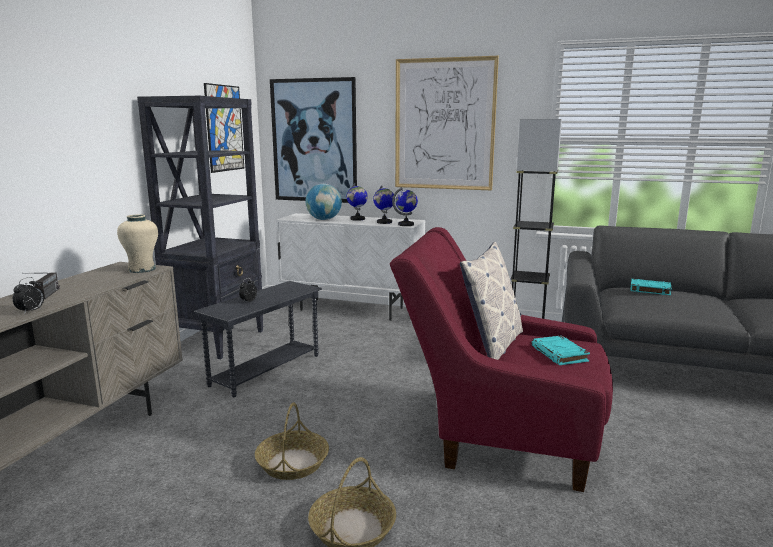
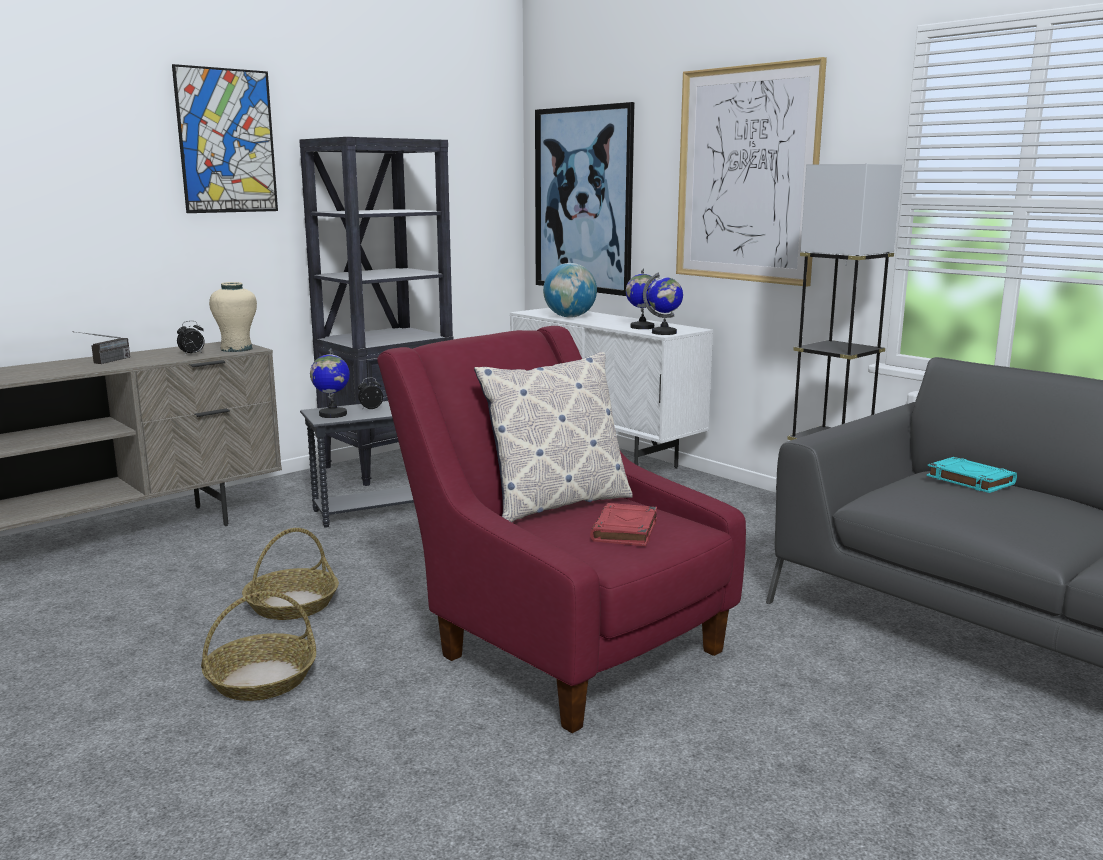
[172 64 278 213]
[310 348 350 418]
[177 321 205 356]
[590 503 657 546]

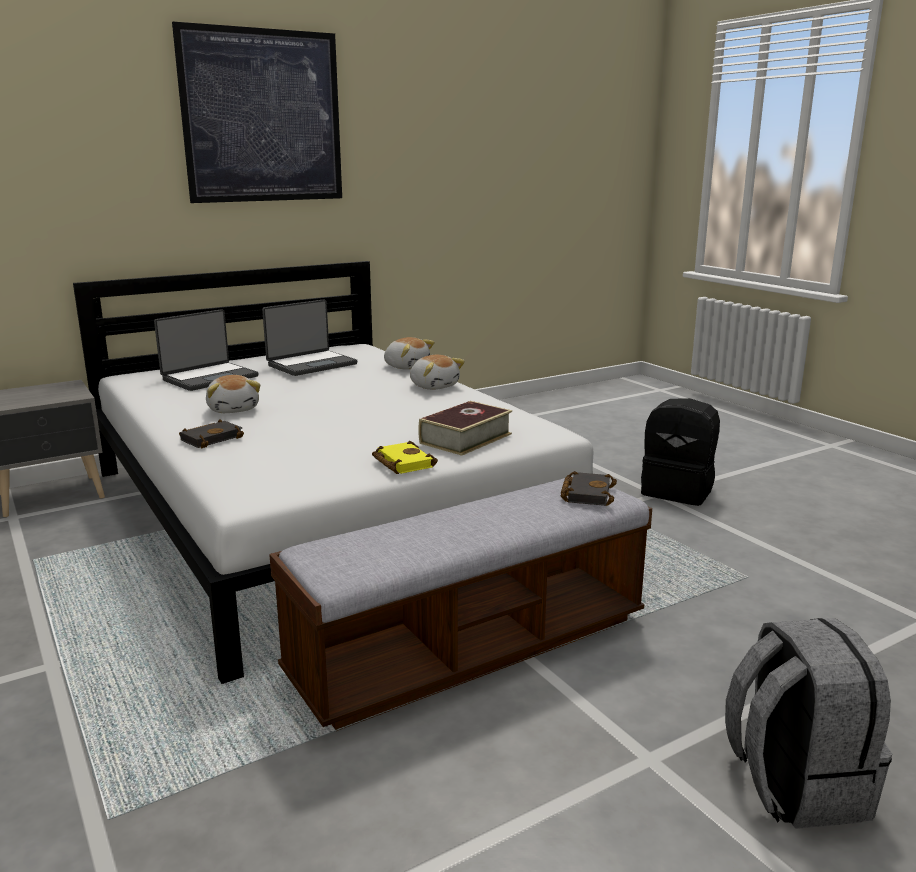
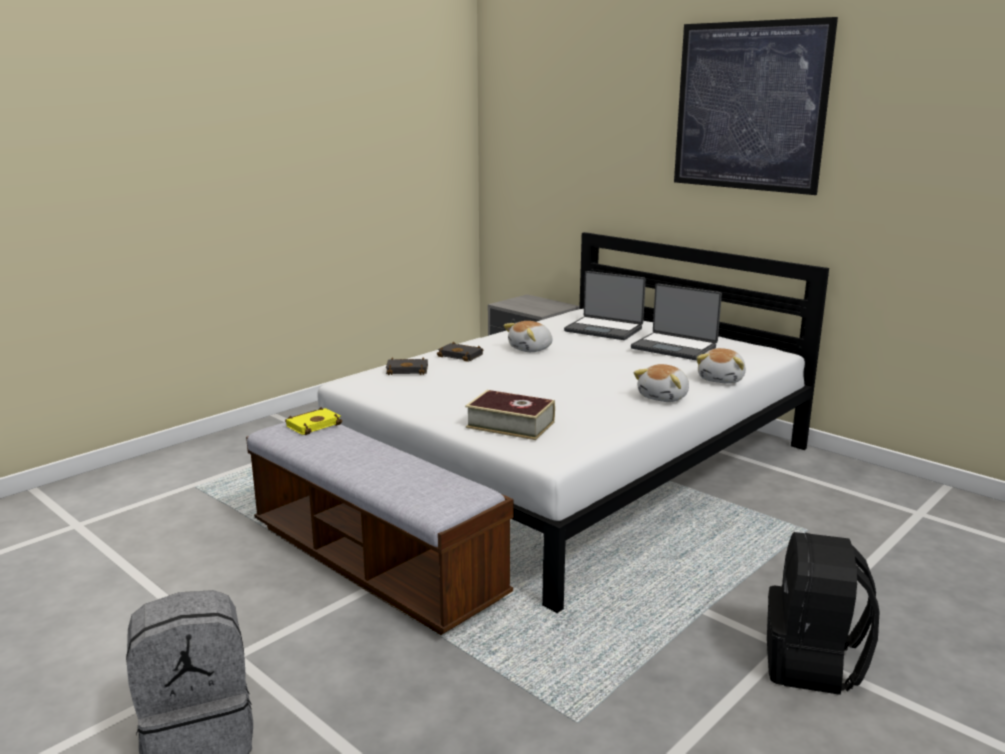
[285 407 342 435]
[386 357 428 375]

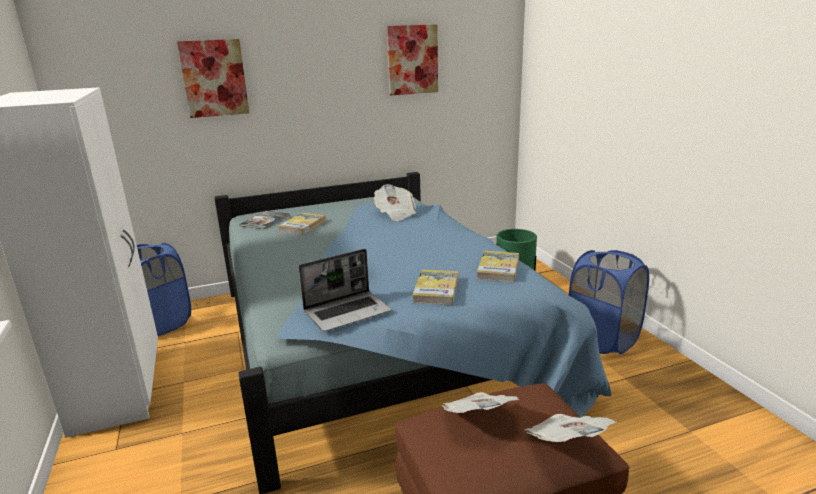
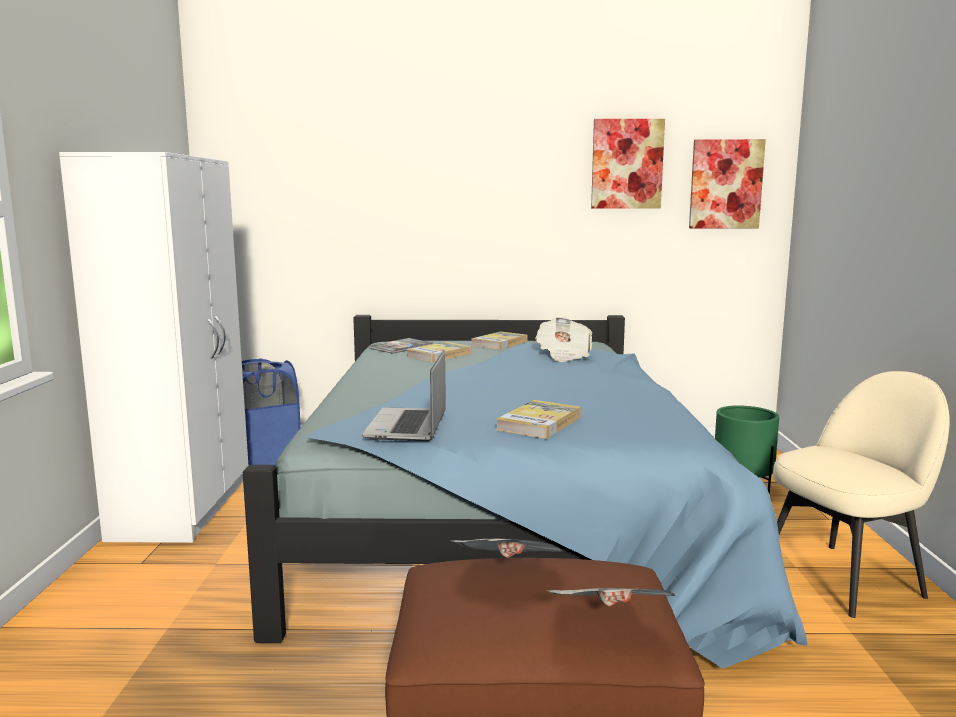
[689 139 766 228]
[362 350 446 441]
[773 371 949 618]
[471 331 528 350]

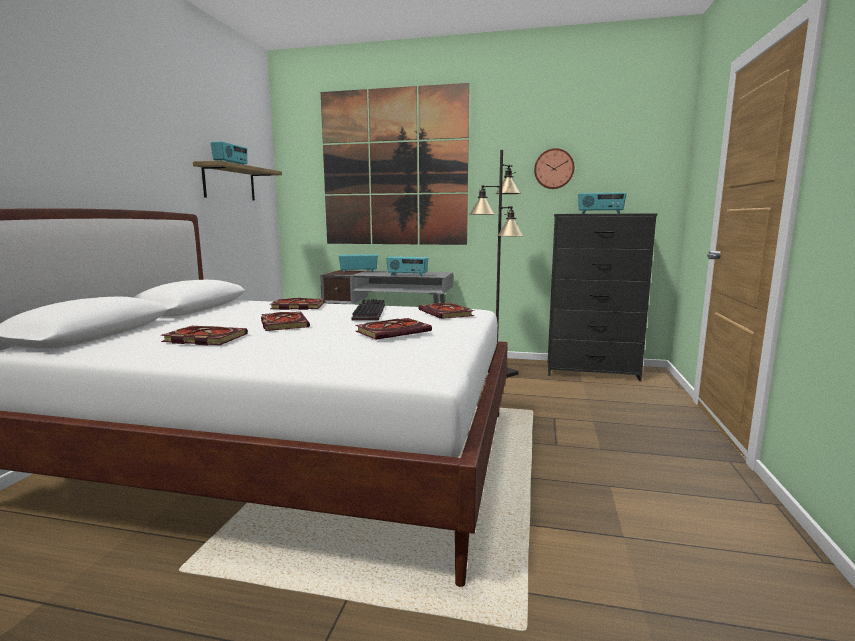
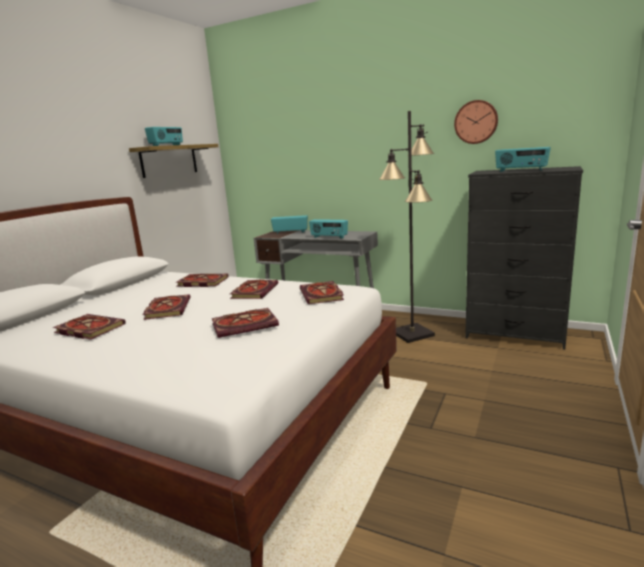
[321 83 469 245] (first image)
[230 279 278 299]

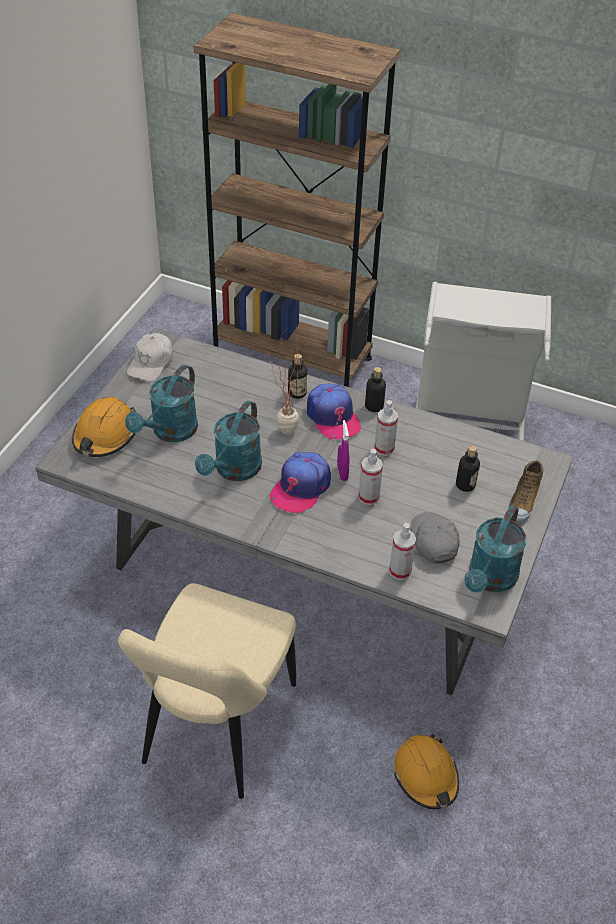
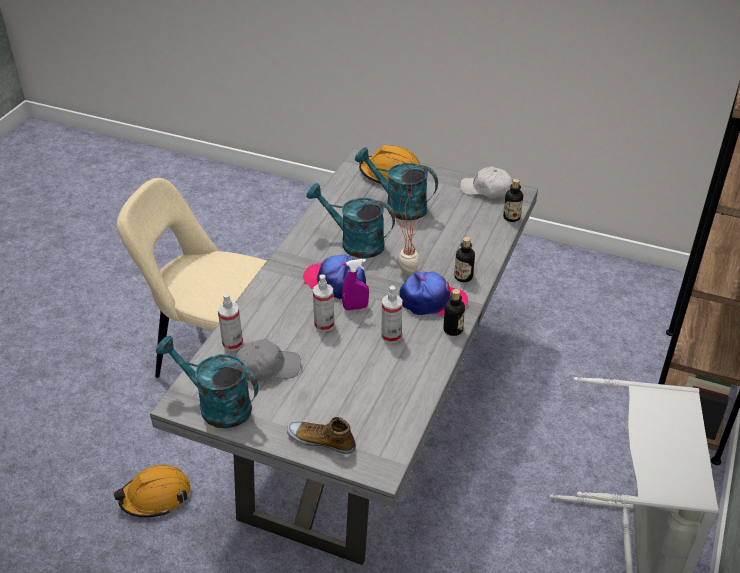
[399 272 468 316]
[503 179 523 222]

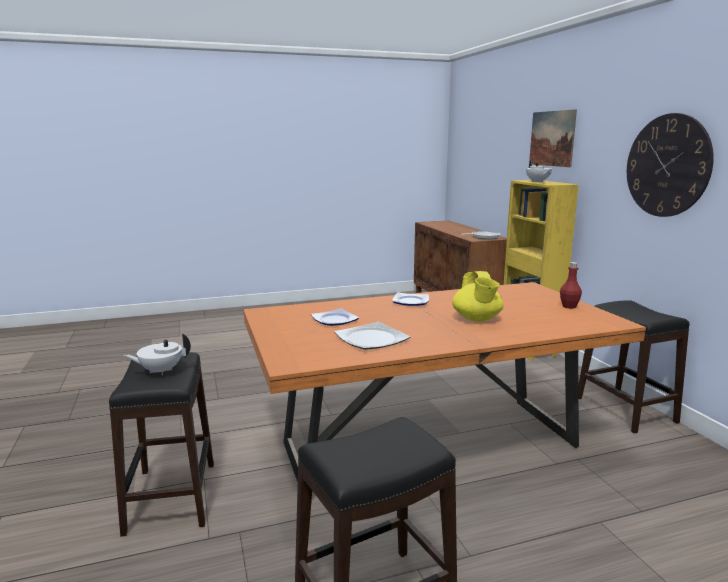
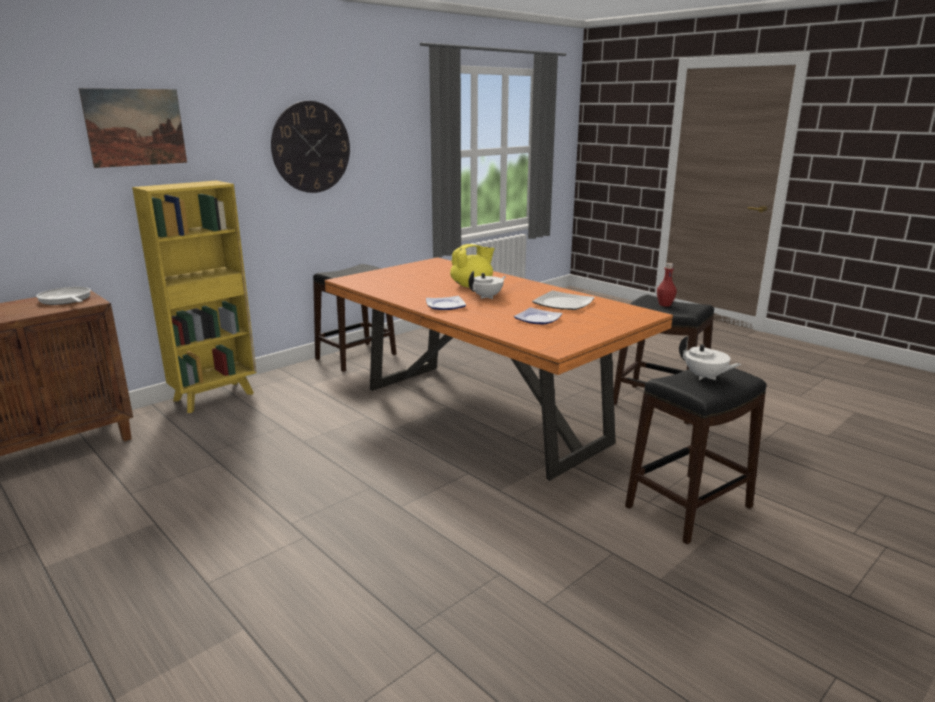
[469 271 506 299]
[657 263 677 307]

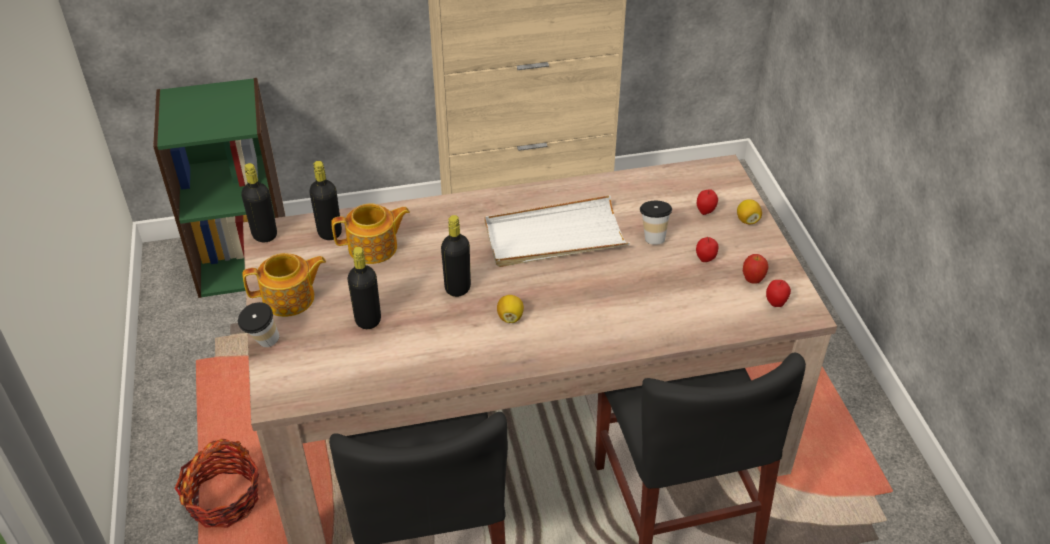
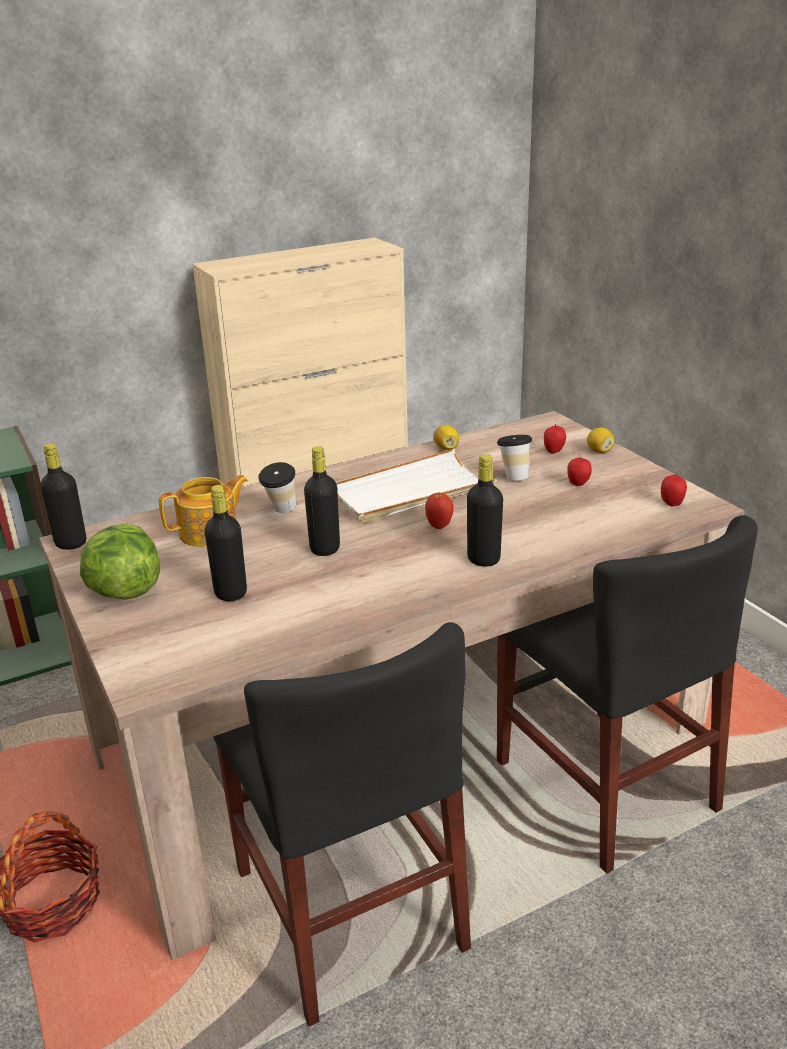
[467 454 503 567]
[80 524 160 600]
[425 493 454 529]
[433 425 459 450]
[258 462 296 513]

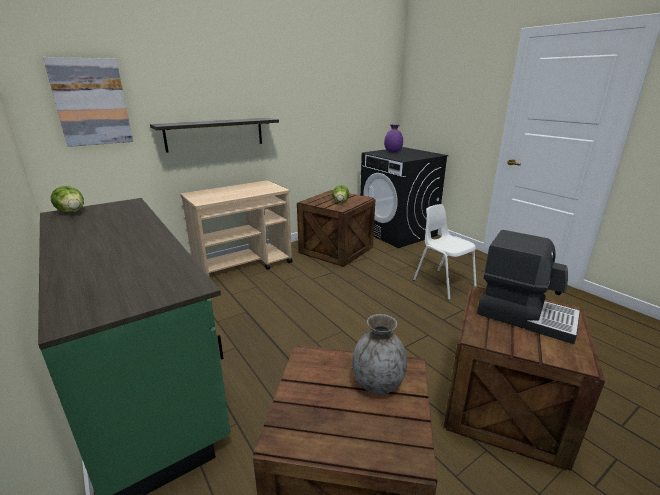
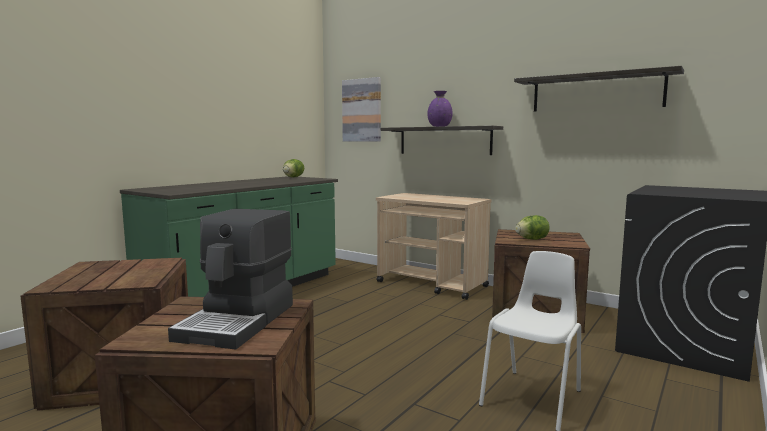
[427 91 453 127]
[352 314 407 394] (first image)
[514 66 684 112]

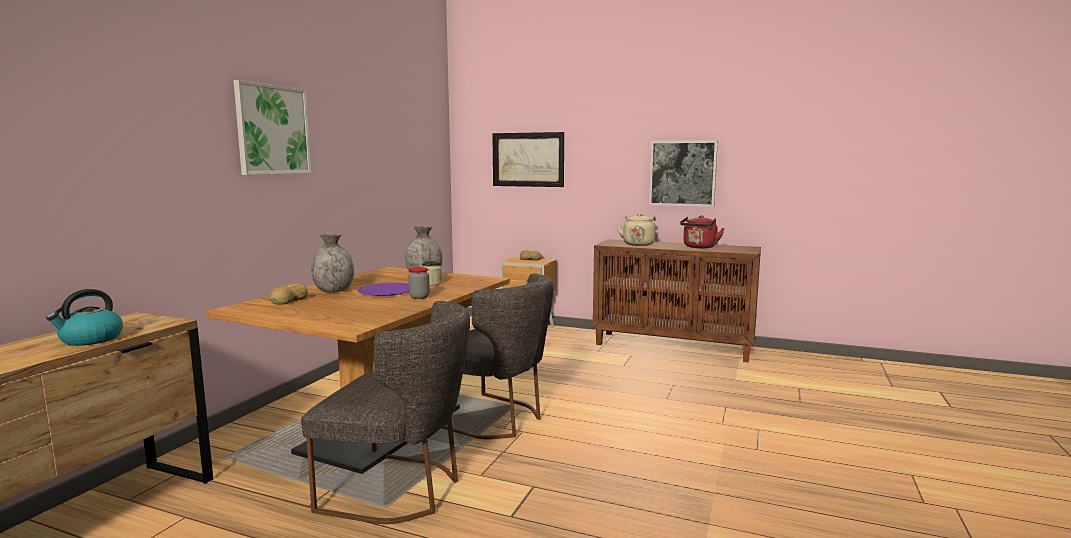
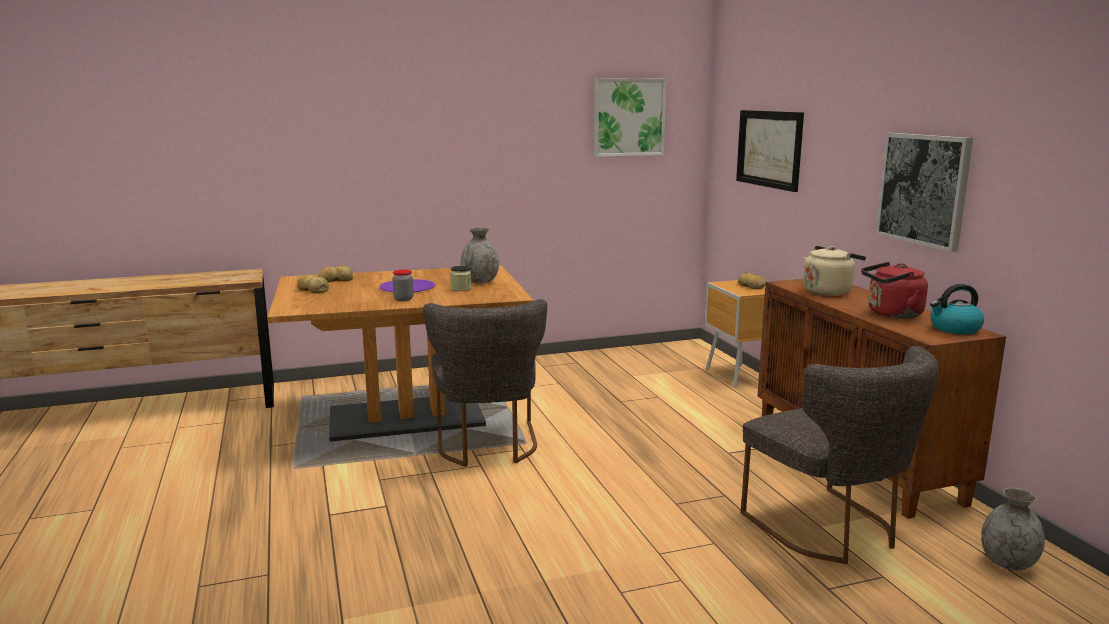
[594 78 667 157]
[981 488 1045 570]
[930 284 984 334]
[741 346 939 564]
[297 275 329 293]

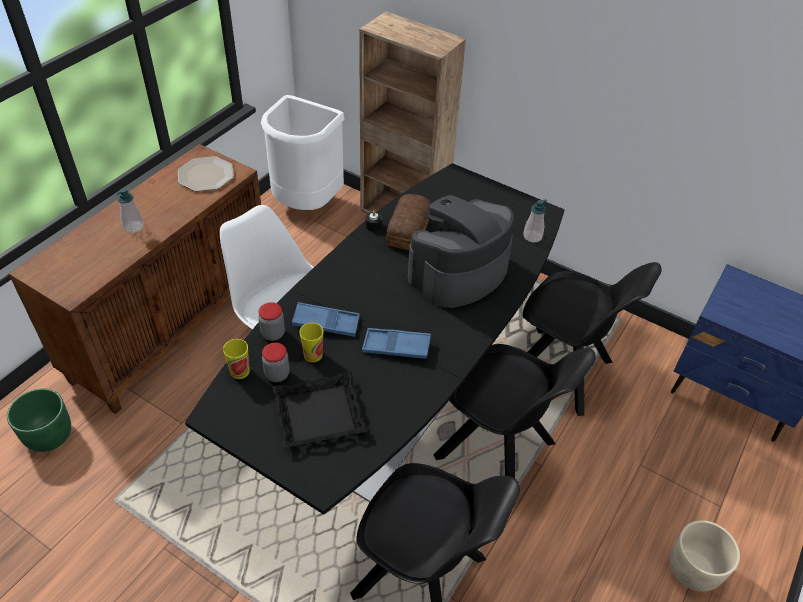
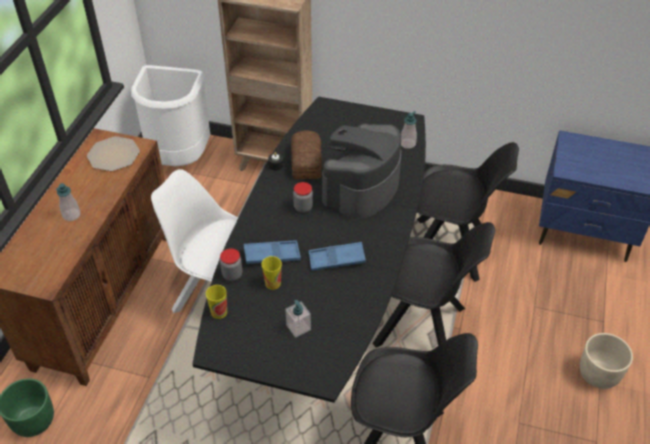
[293 182 313 213]
[285 300 311 338]

